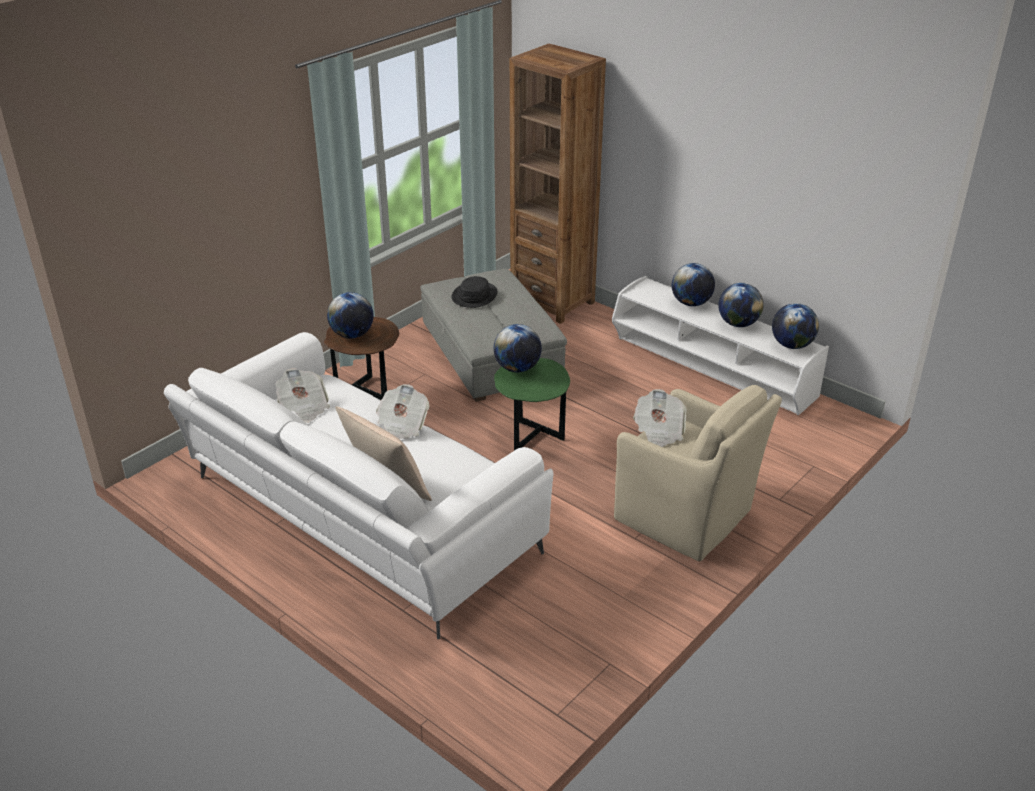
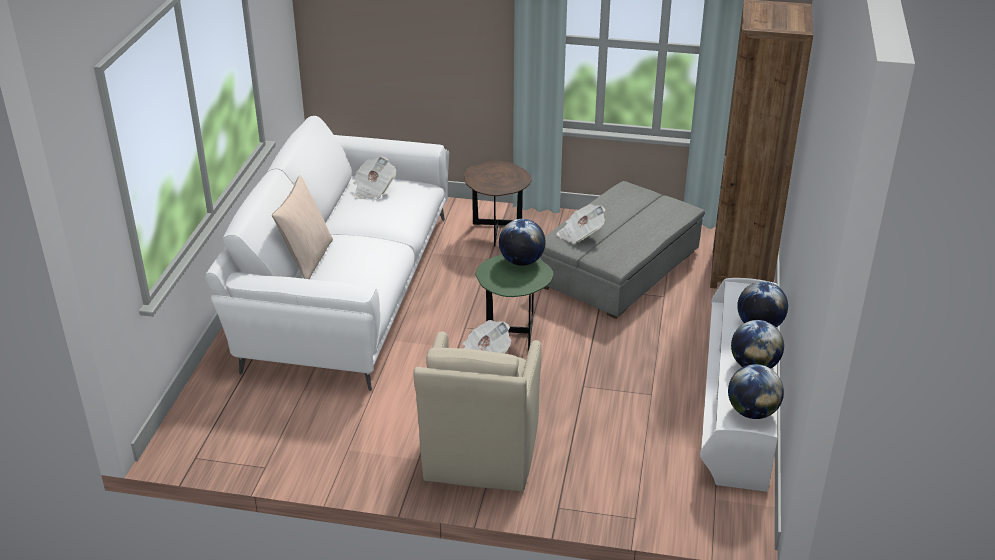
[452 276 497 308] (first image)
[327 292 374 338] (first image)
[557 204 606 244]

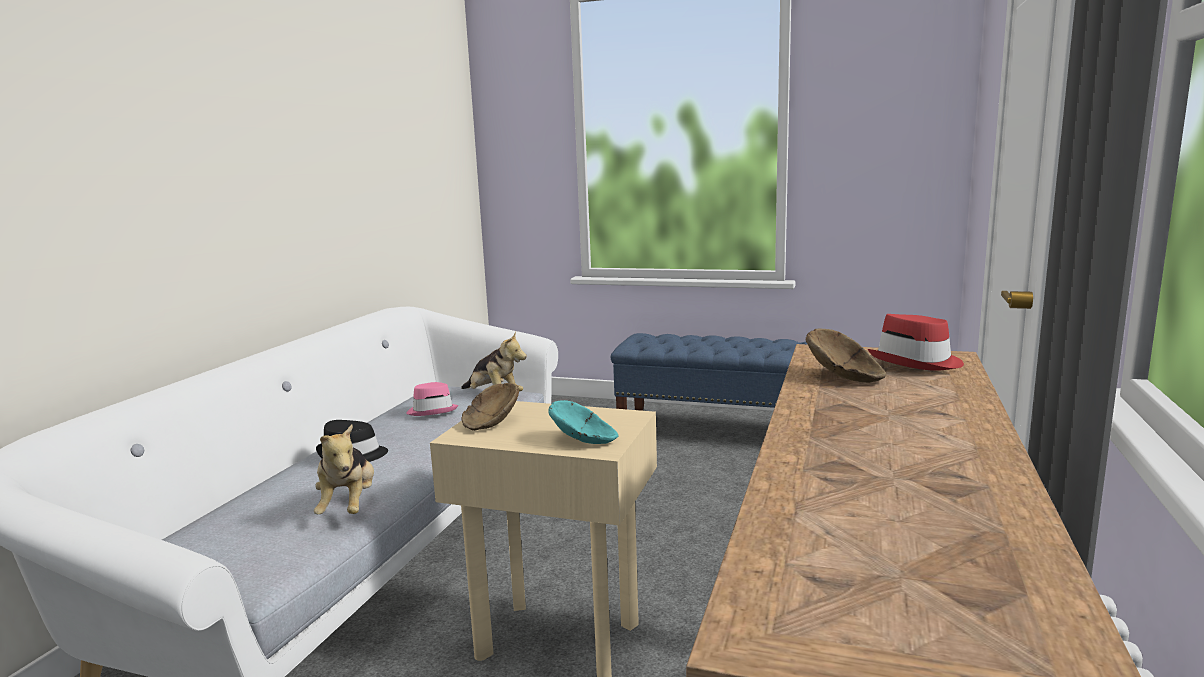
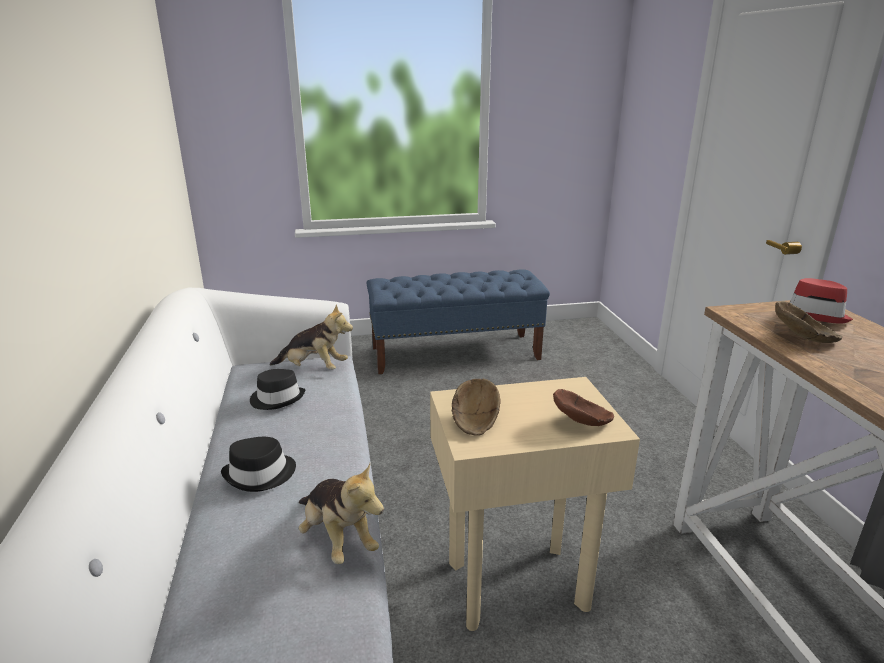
[250 369 305 410]
[553 389 614 426]

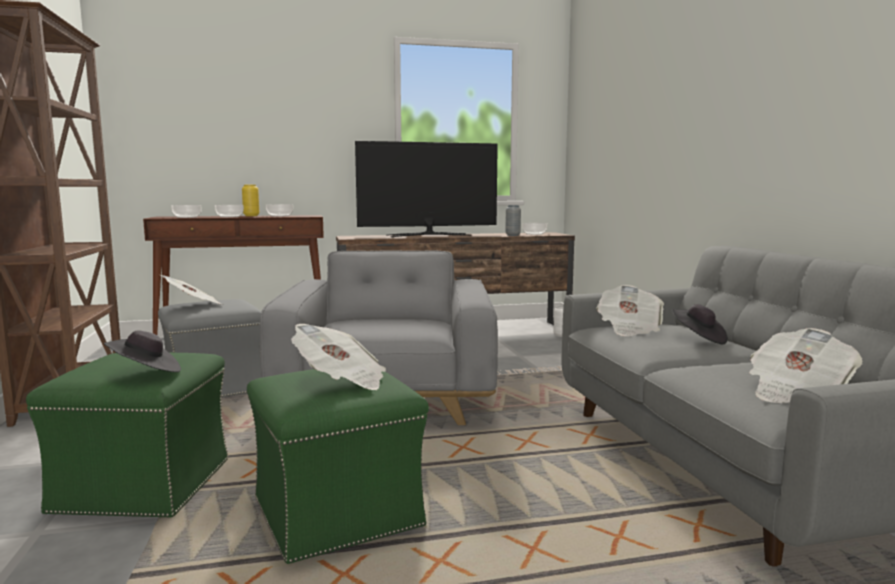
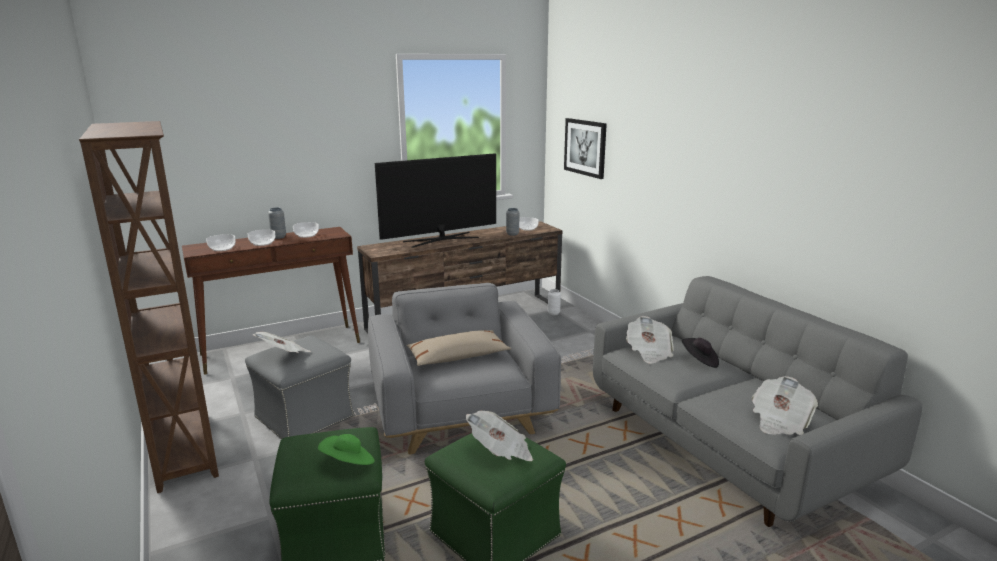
[268 208 286 239]
[318 434 375 465]
[564 118 607 179]
[406 330 511 366]

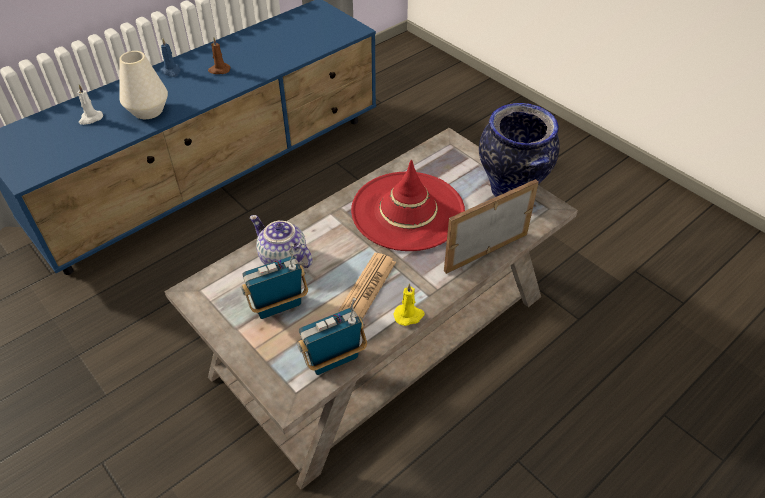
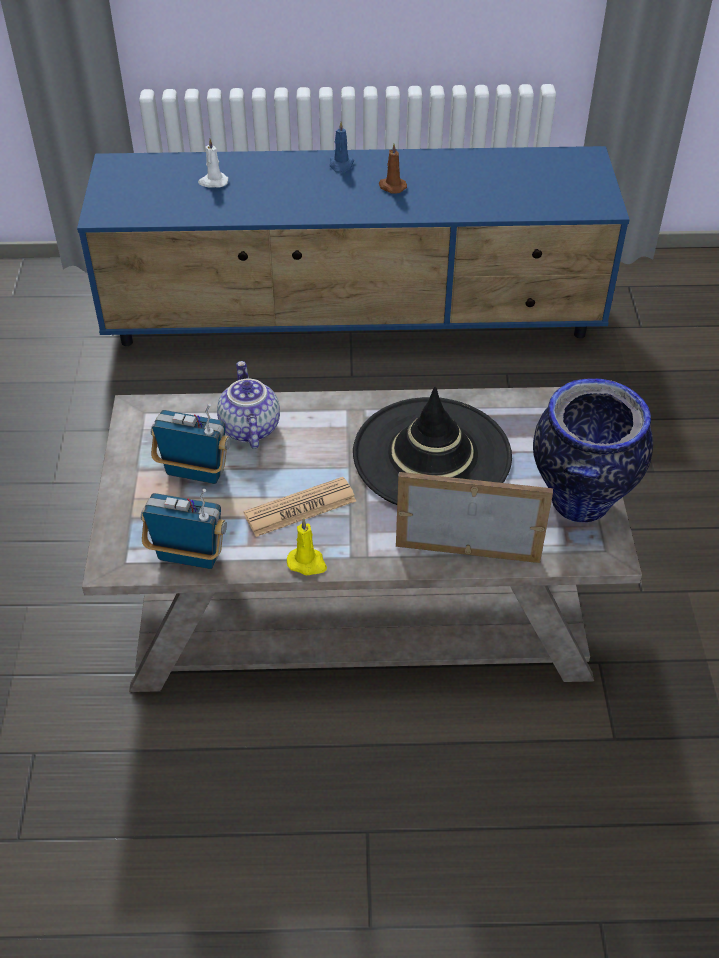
[119 51 168 119] (first image)
[353 386 512 505]

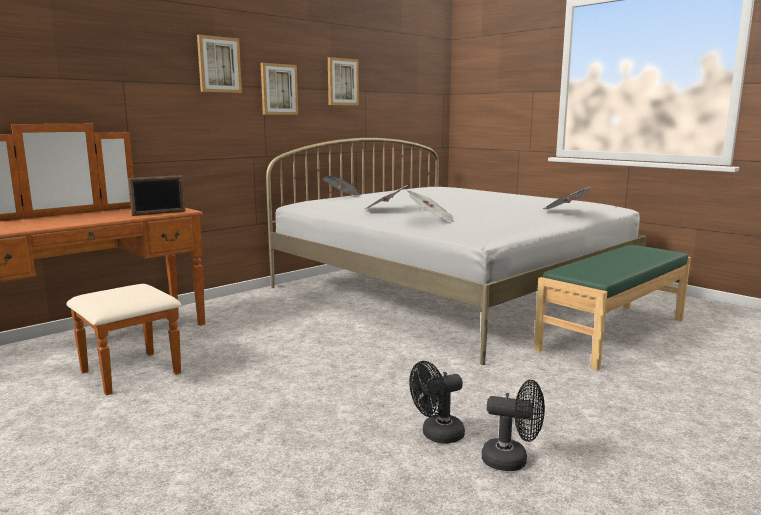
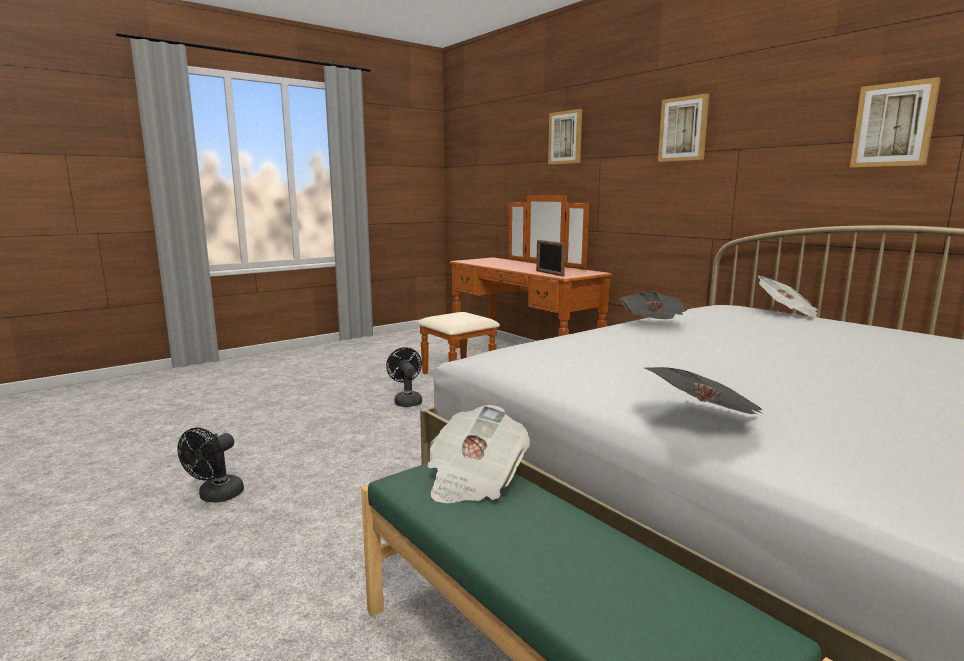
[548 109 582 165]
[427 405 530 503]
[386 347 422 407]

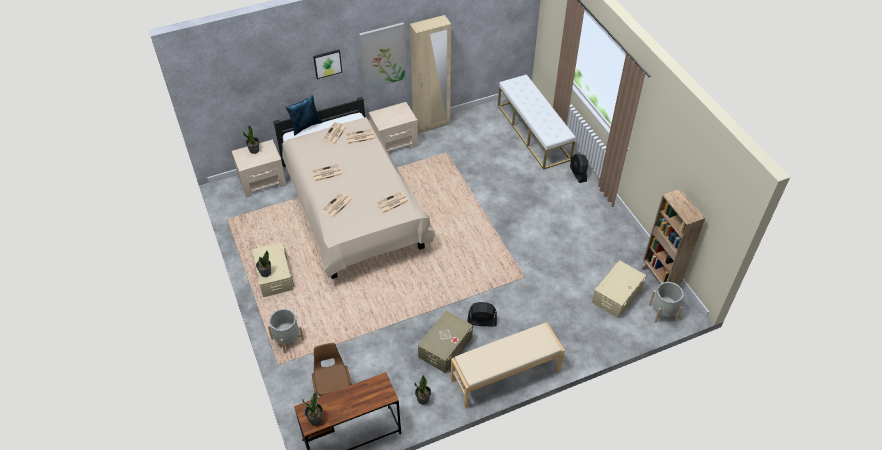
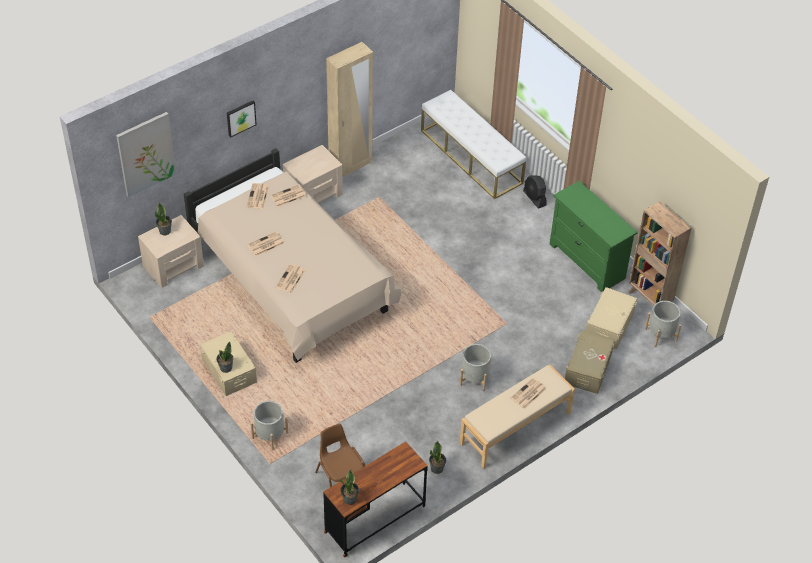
[116 112 176 197]
[285 95 323 136] (first image)
[510 378 547 409]
[460 344 491 391]
[564 330 615 394]
[550 181 638 292]

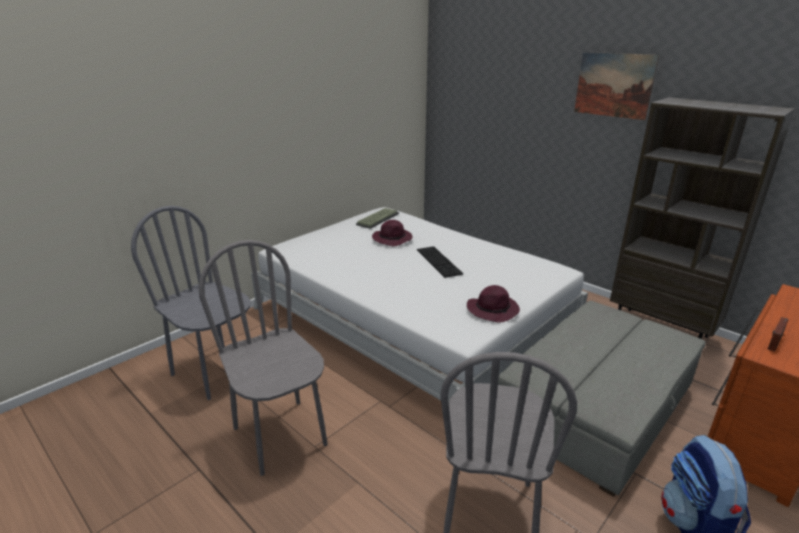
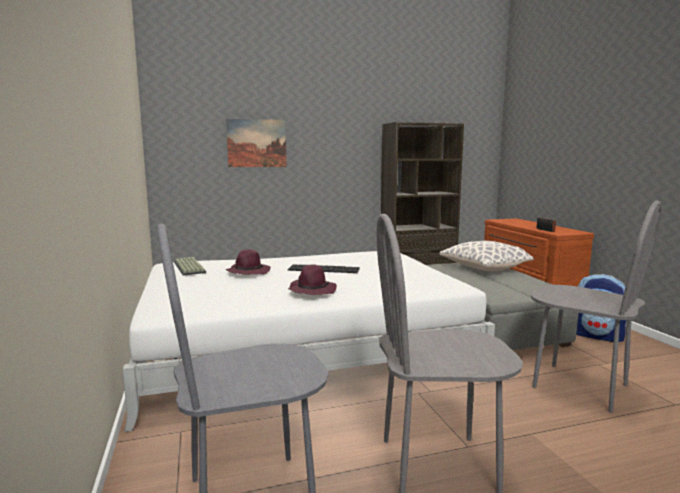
[226 119 287 167]
[288 264 337 295]
[439 241 534 271]

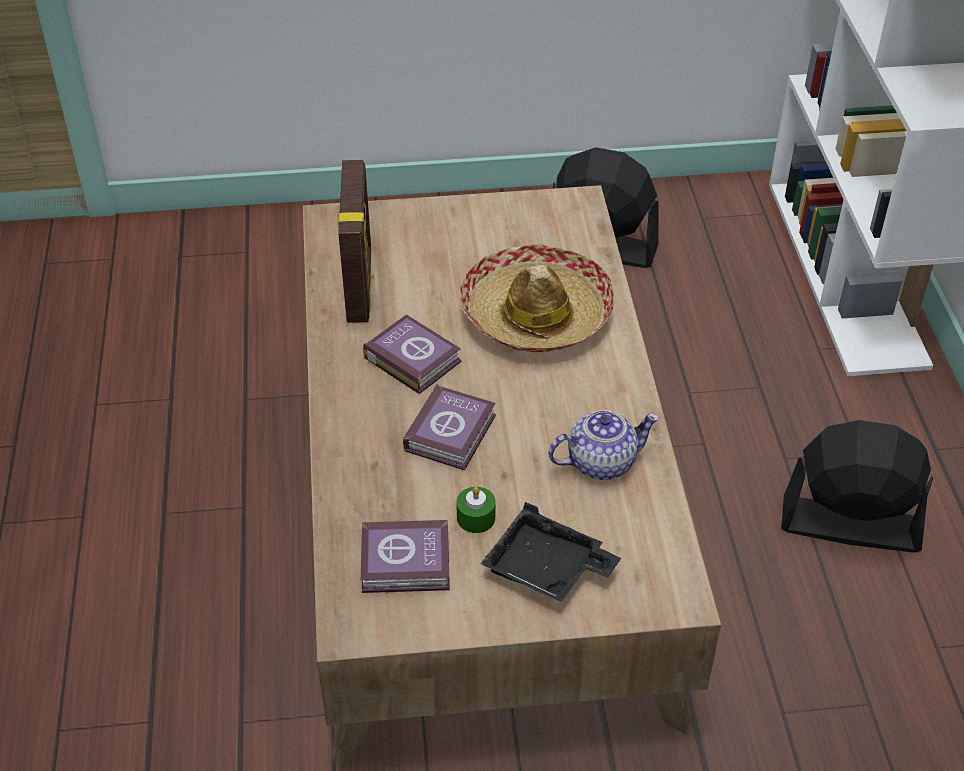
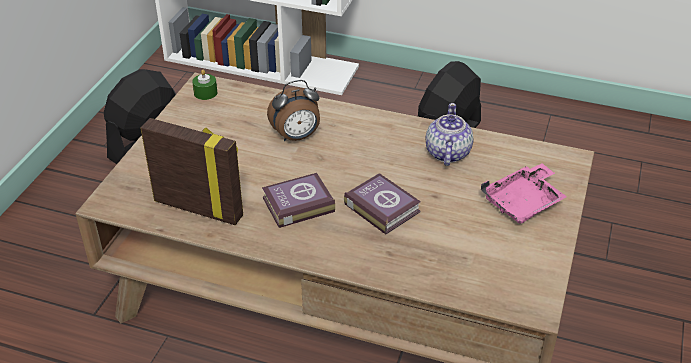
[267 80 320 142]
[192 70 217 100]
[481 163 567 224]
[361 520 450 593] (first image)

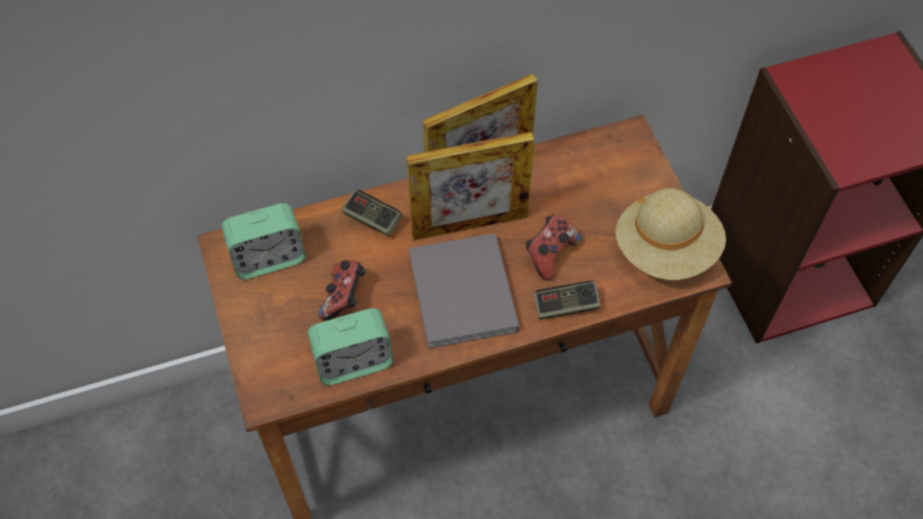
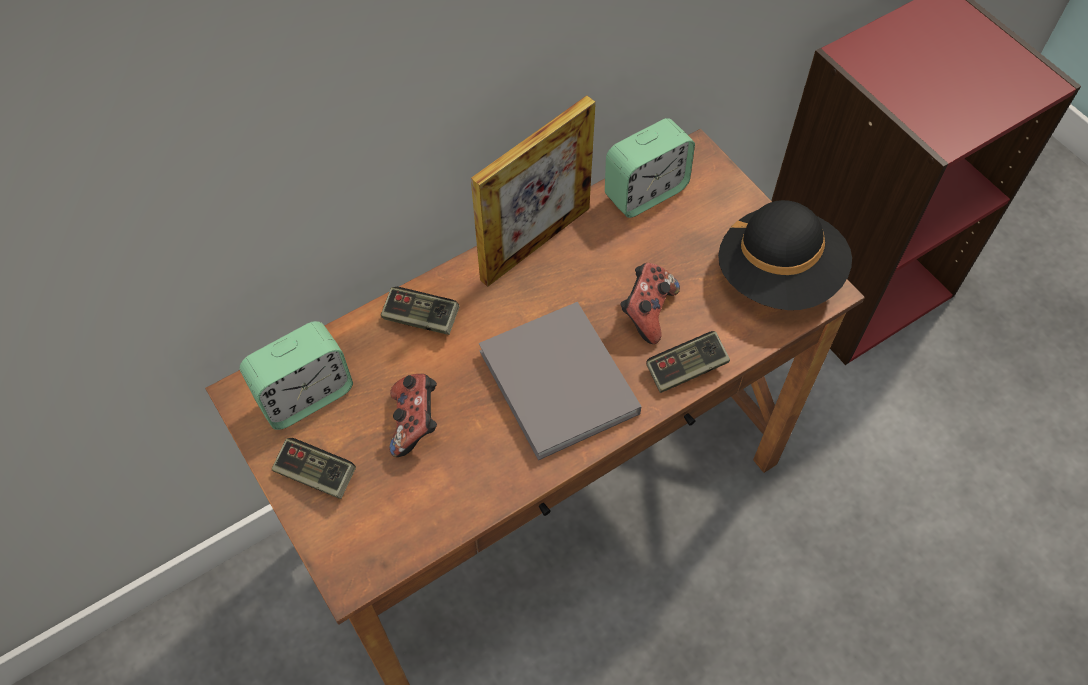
[406 132 534 240] (first image)
[718 200 852 310]
[605 118 695 218]
[272 438 356 499]

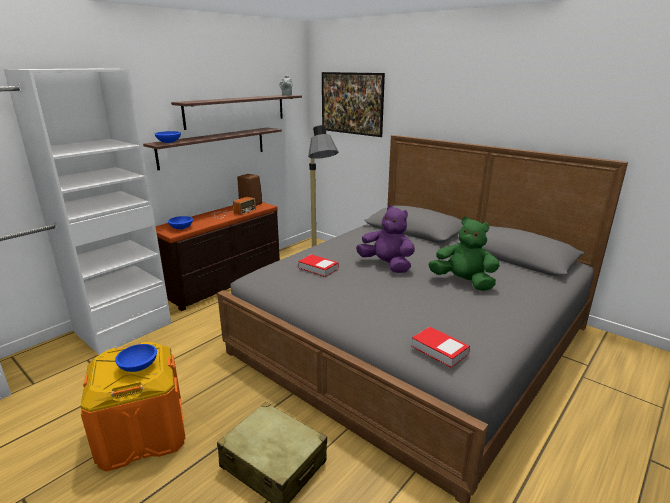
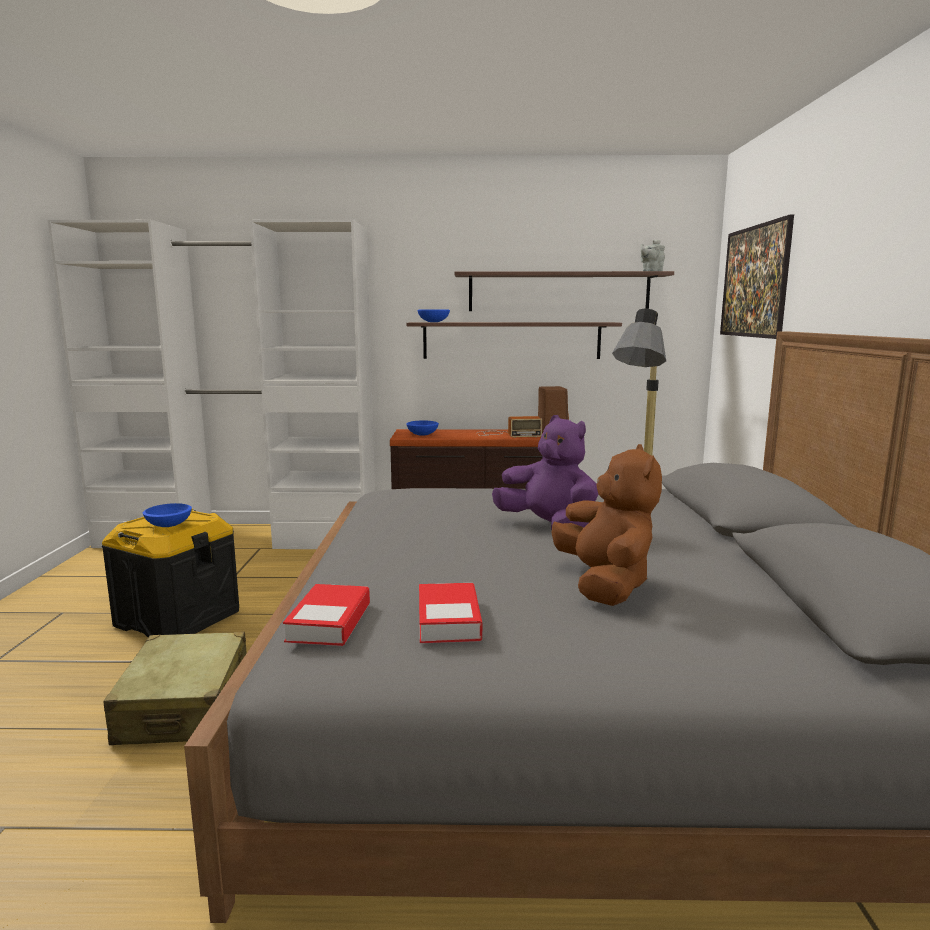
[492 415 598 530]
[552 444 662 606]
[419 583 482 643]
[102 509 239 637]

